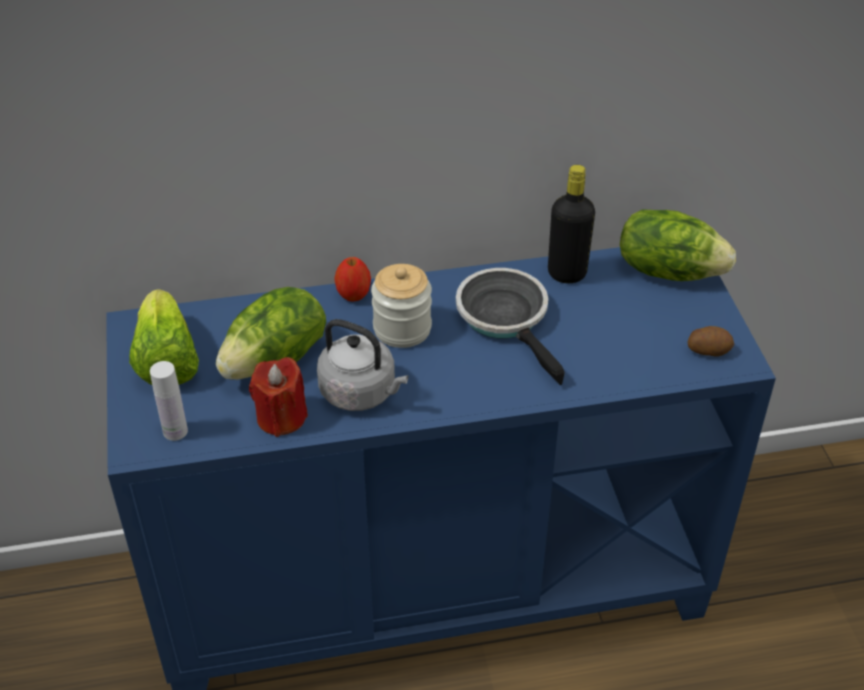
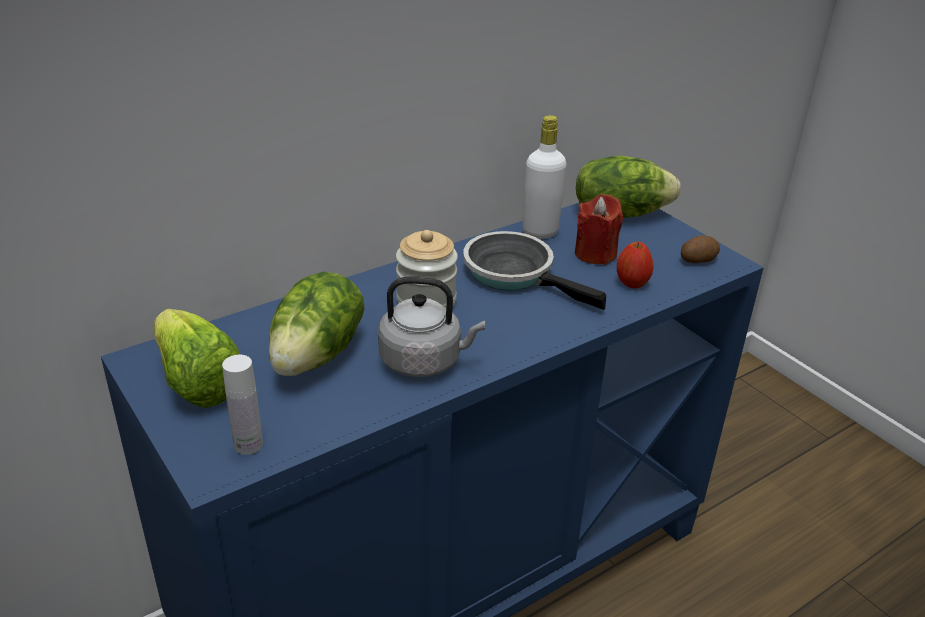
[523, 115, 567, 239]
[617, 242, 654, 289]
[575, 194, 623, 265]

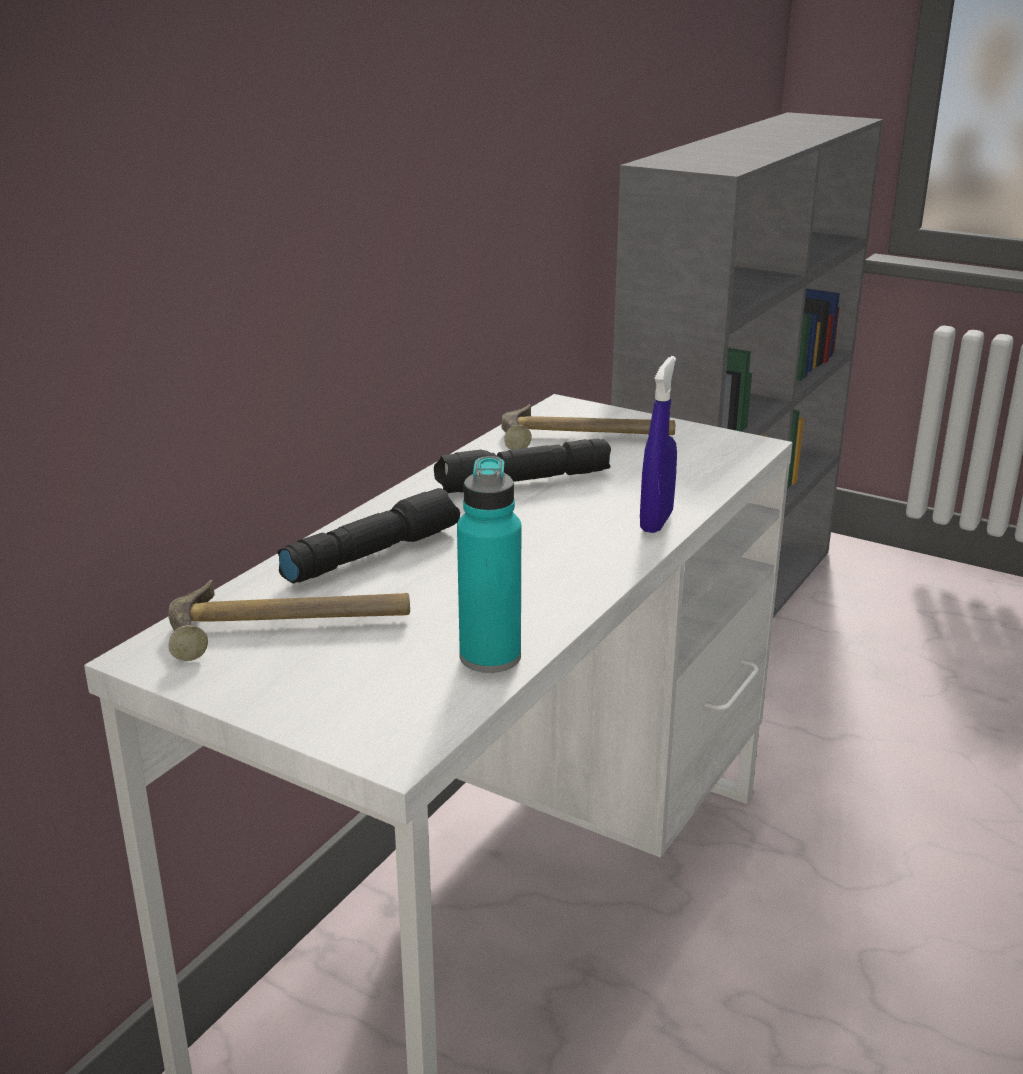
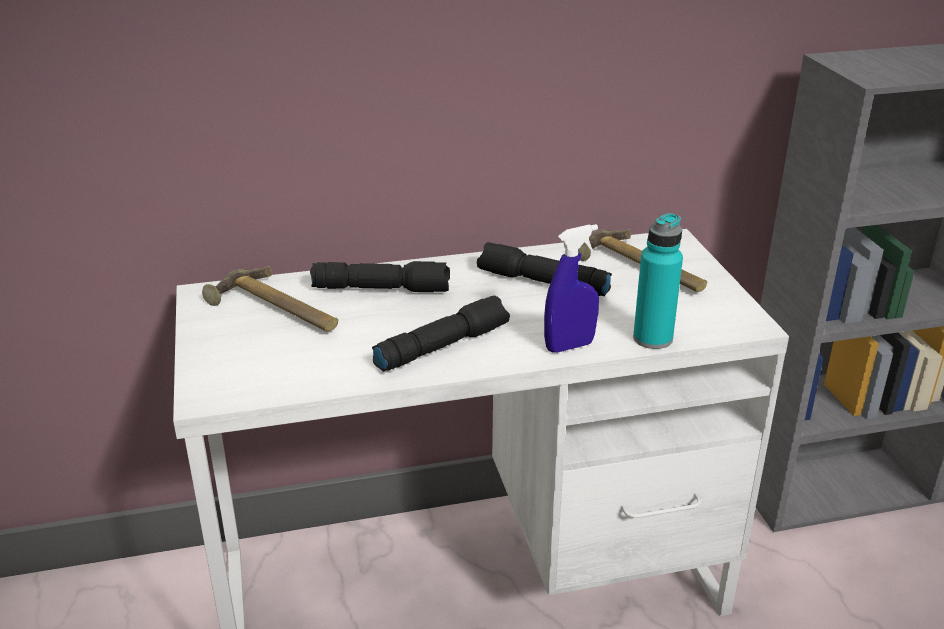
[633, 213, 683, 349]
[372, 296, 510, 372]

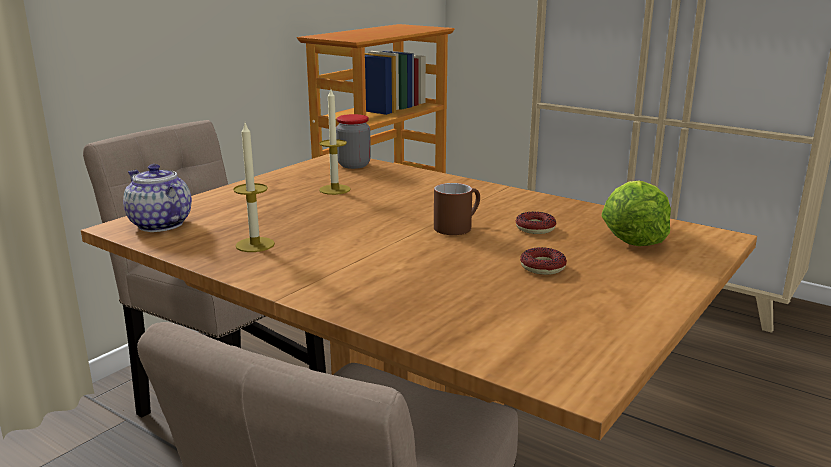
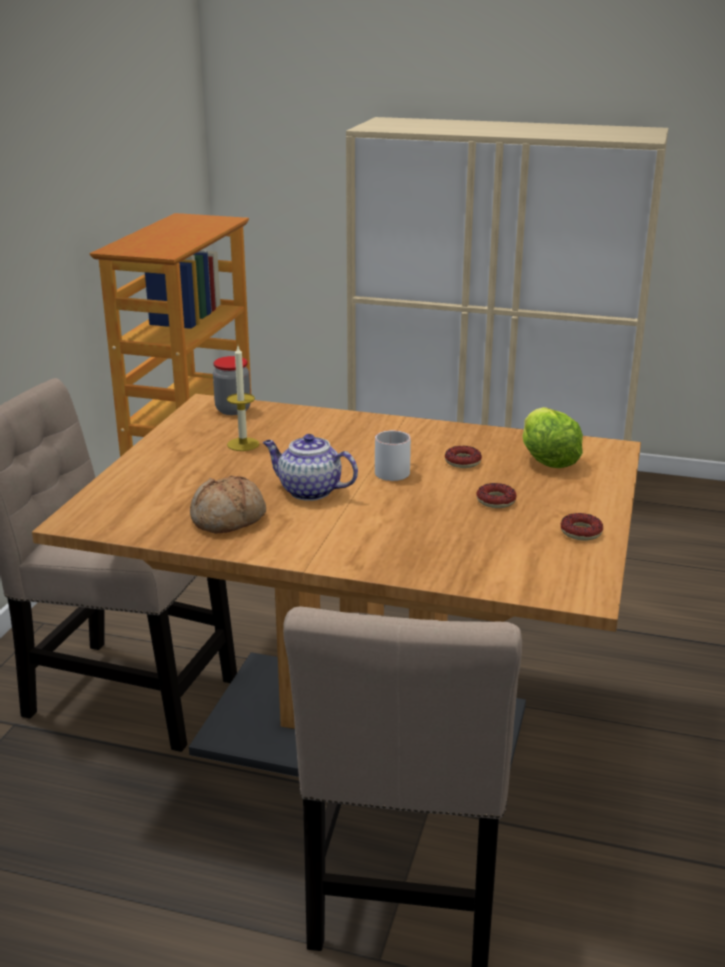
[190, 476, 266, 534]
[263, 434, 358, 501]
[375, 430, 411, 481]
[561, 513, 603, 541]

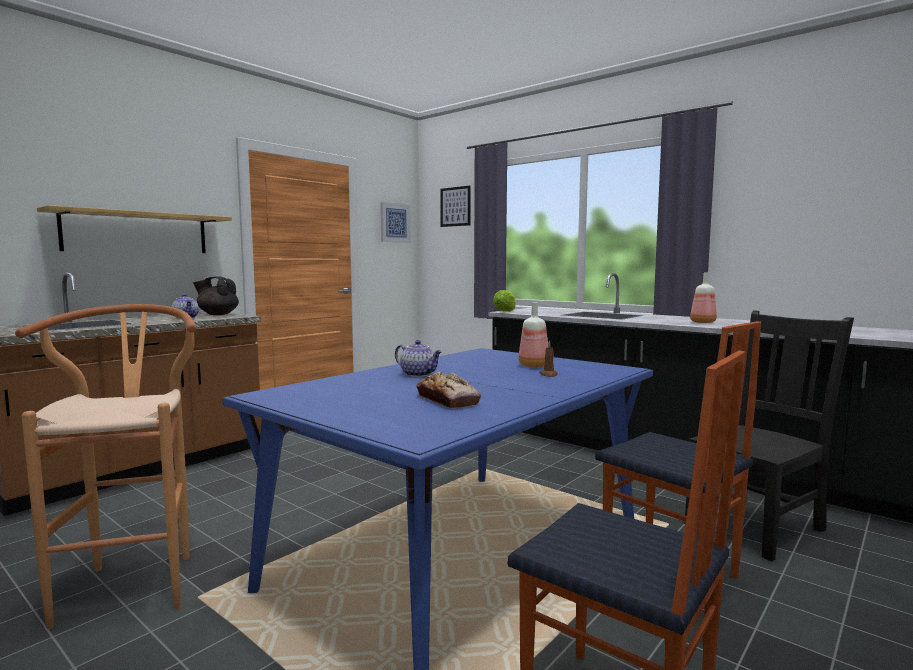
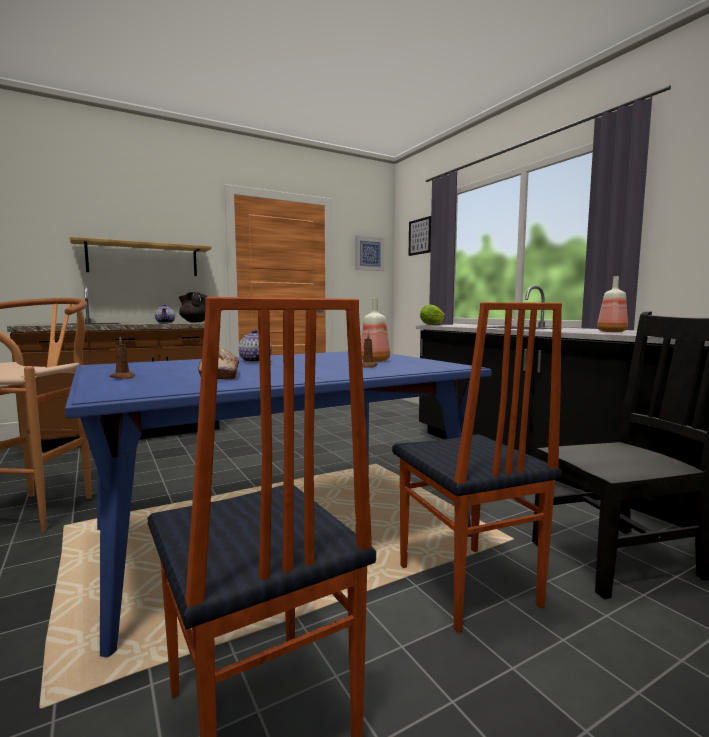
[110, 336, 135, 379]

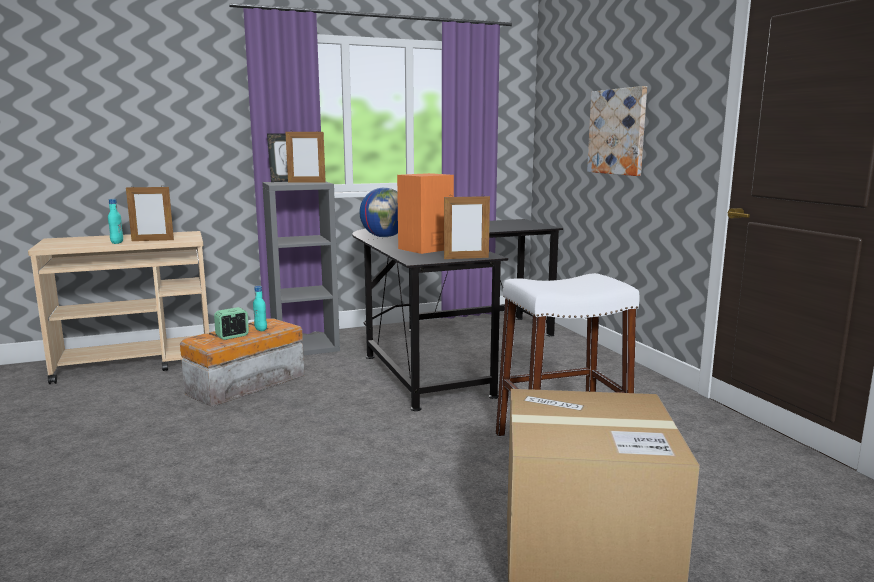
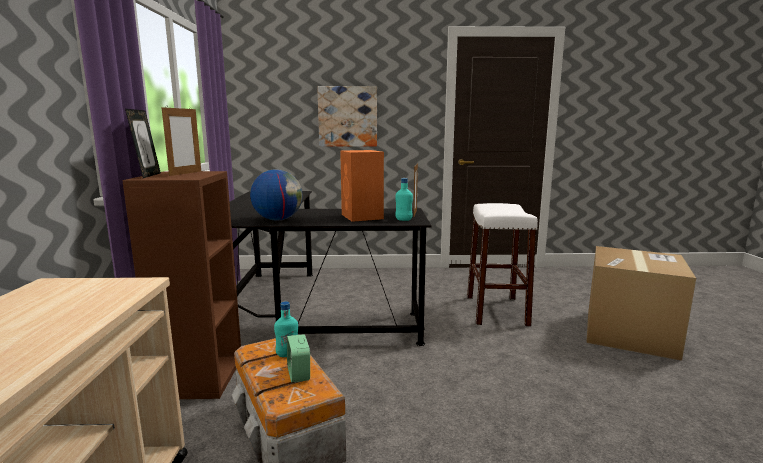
[122, 171, 241, 399]
[126, 185, 174, 241] (first image)
[395, 178, 413, 221]

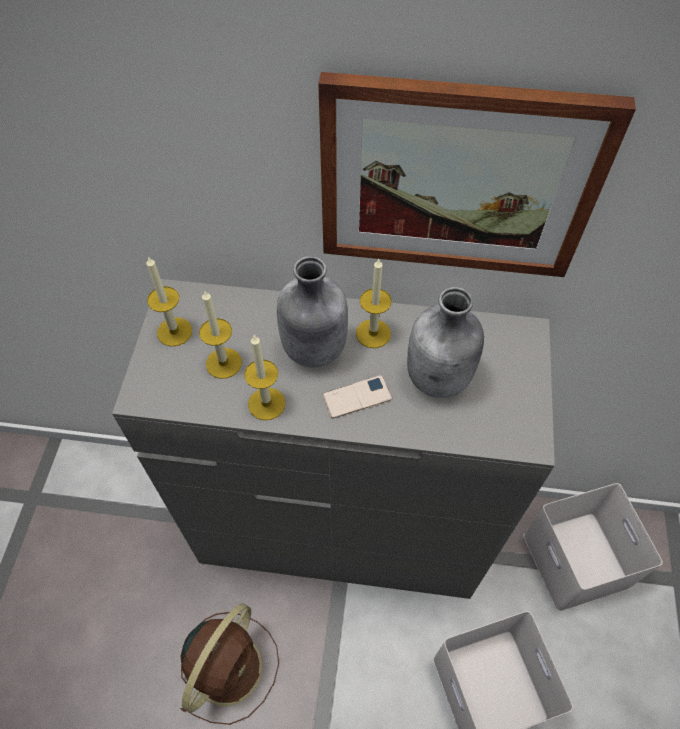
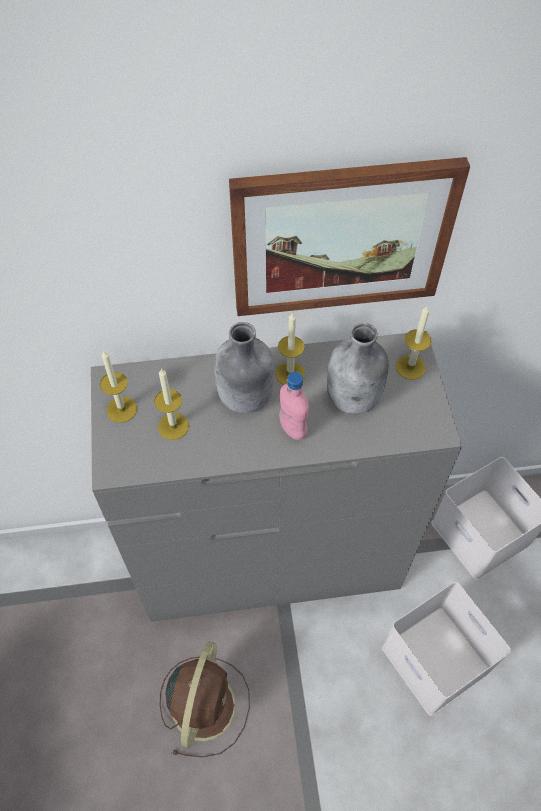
[396, 305, 431, 380]
[279, 372, 309, 440]

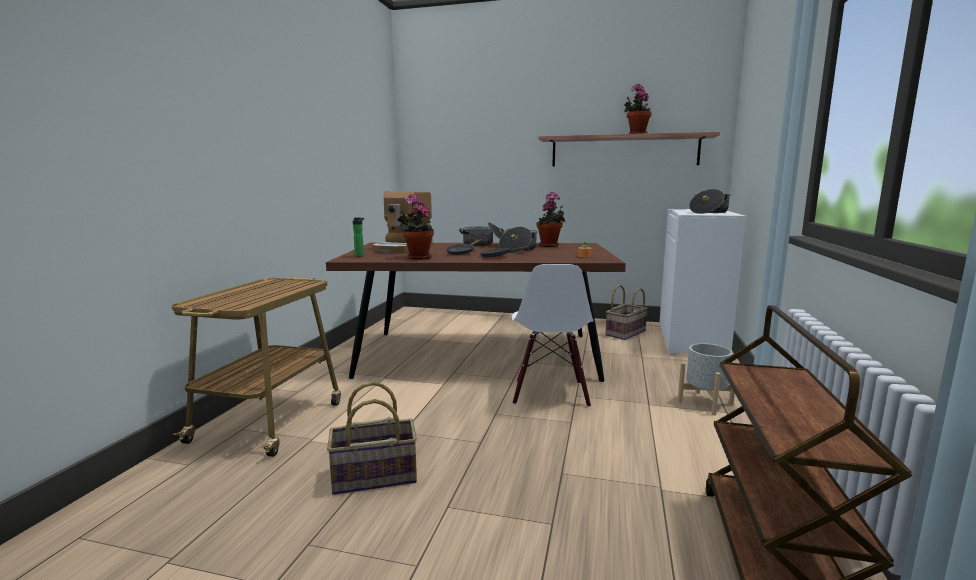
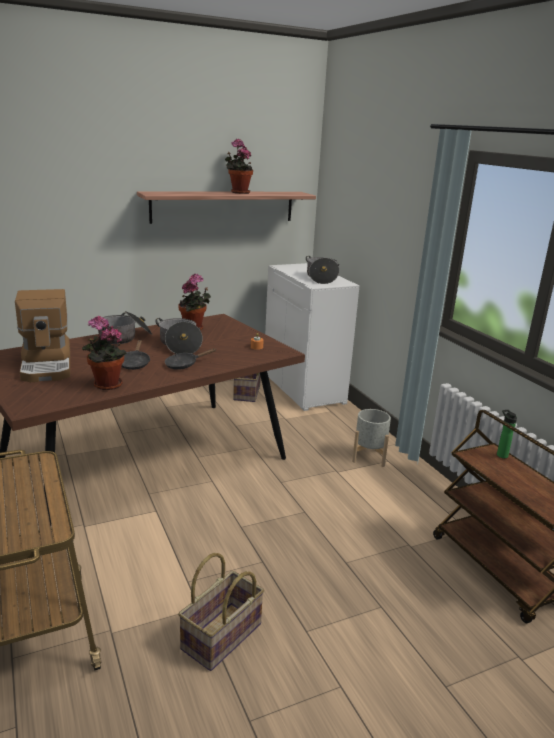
[497, 410, 517, 458]
[512, 264, 594, 407] (first image)

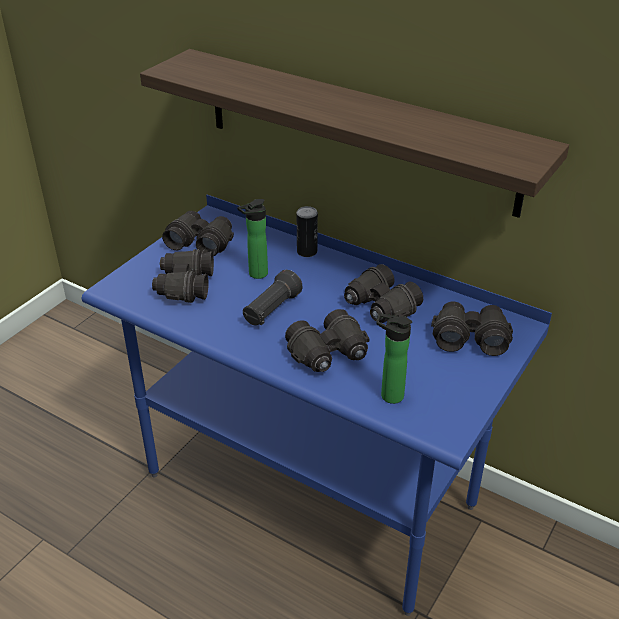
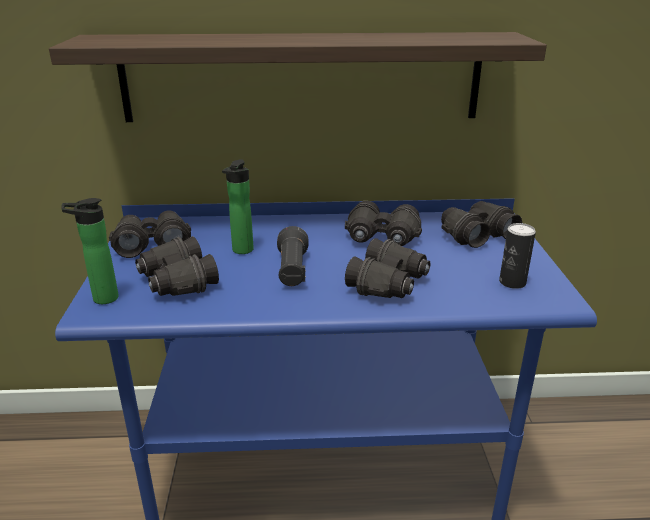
[499, 223, 536, 289]
[61, 198, 119, 304]

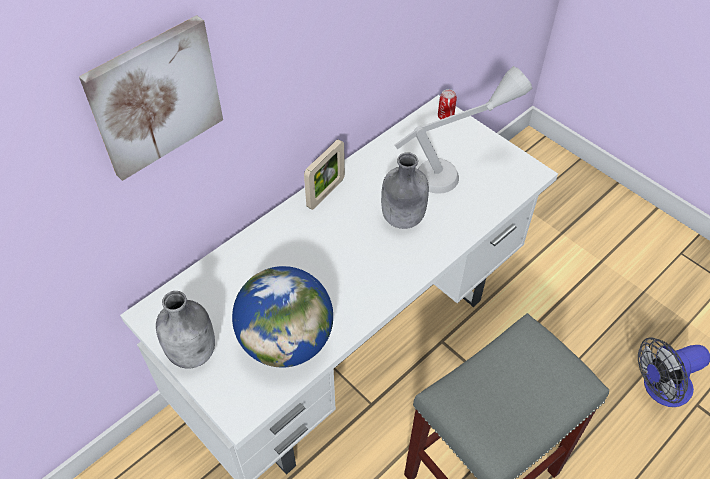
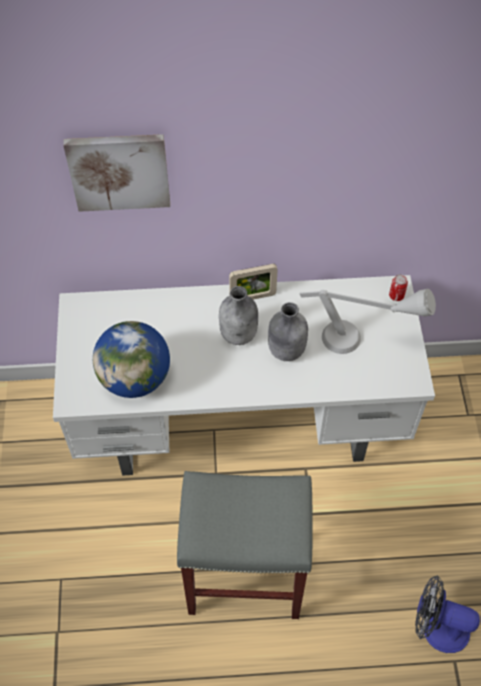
[219, 286, 258, 345]

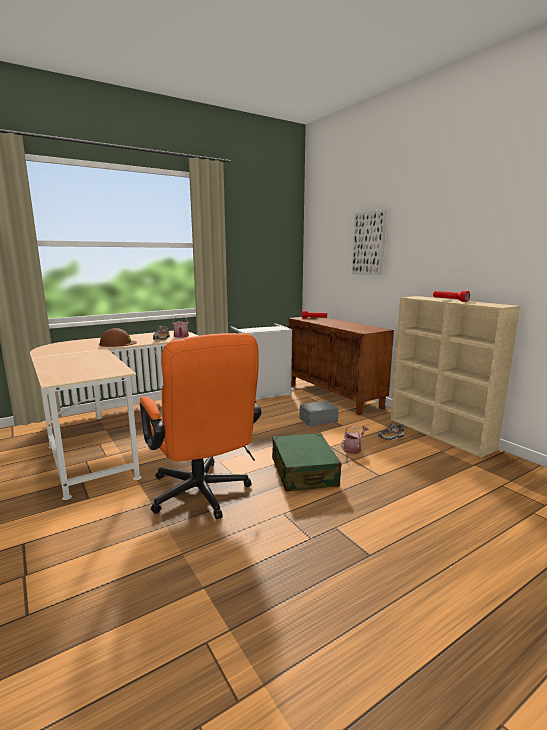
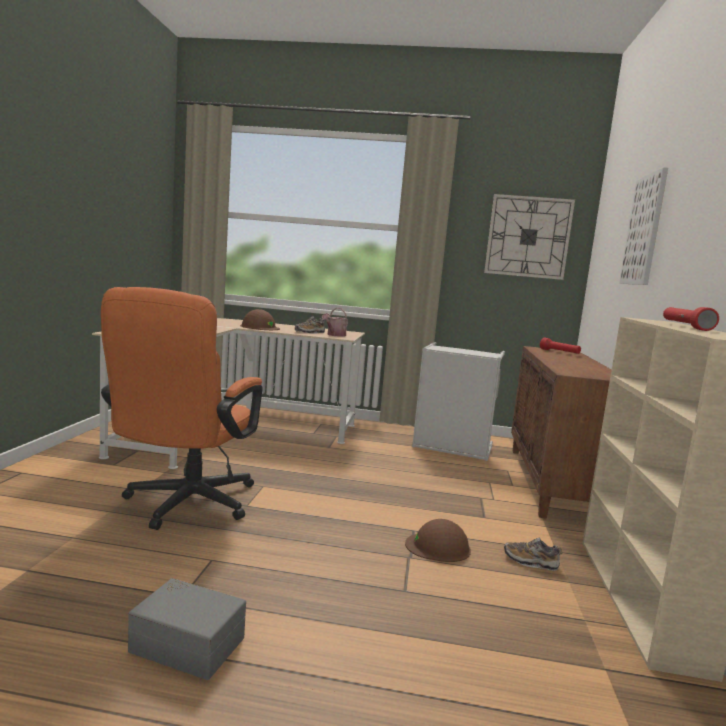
[128, 578, 246, 680]
[405, 519, 471, 562]
[272, 433, 341, 491] (first image)
[484, 194, 575, 280]

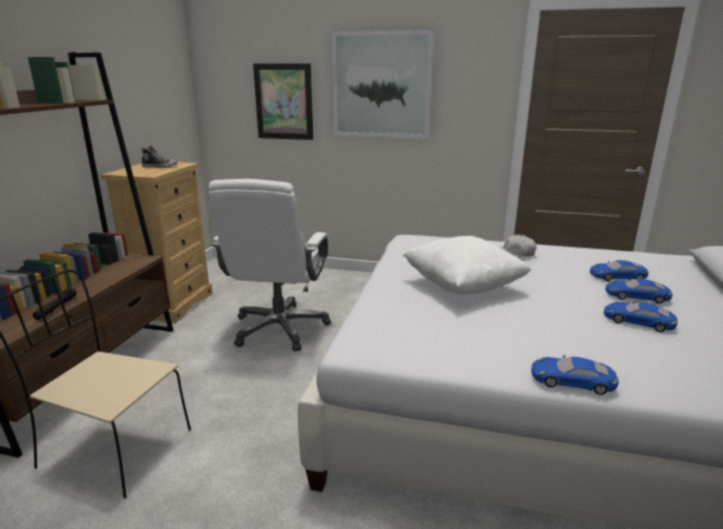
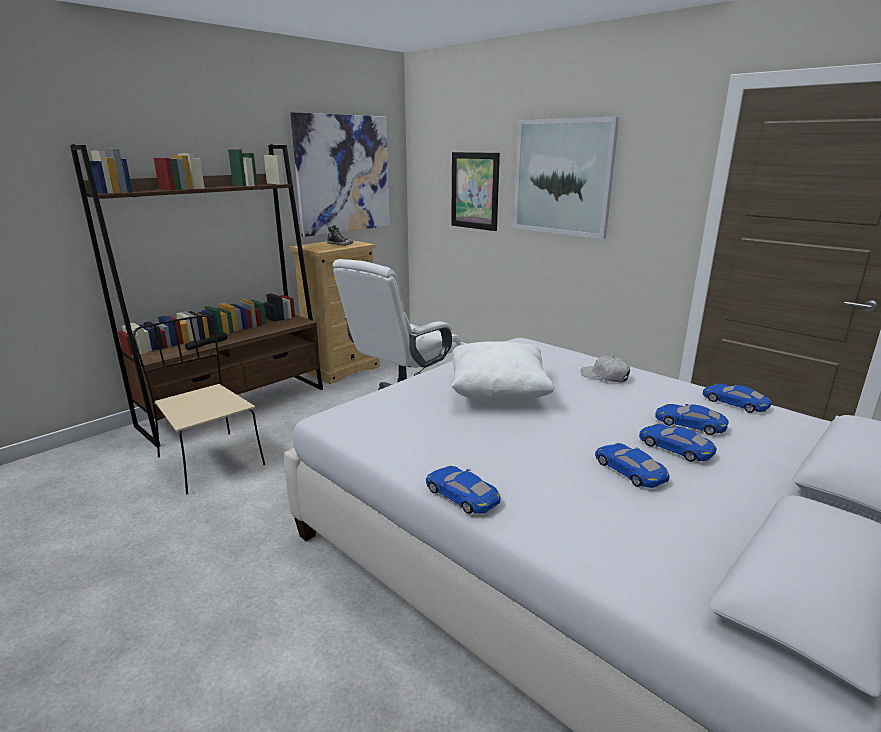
[290, 112, 390, 237]
[703, 384, 771, 413]

